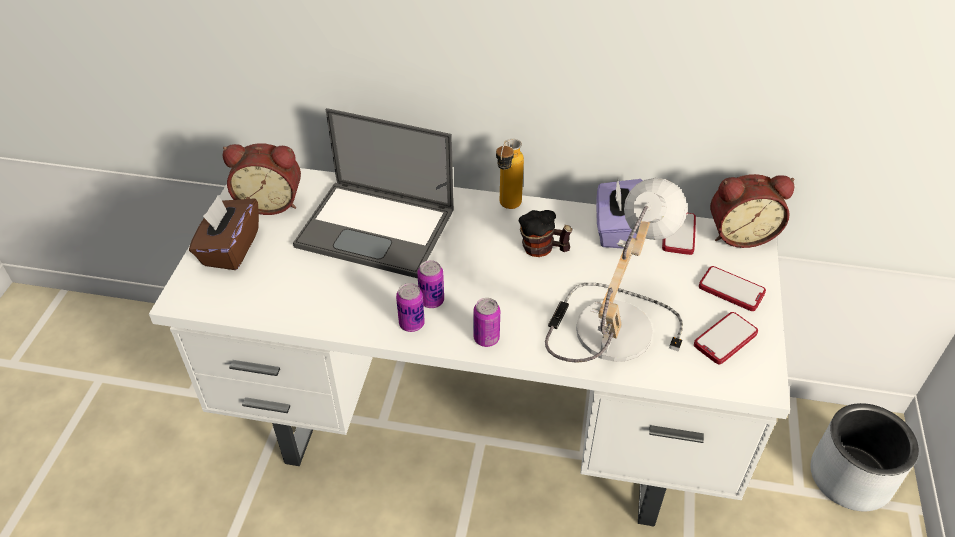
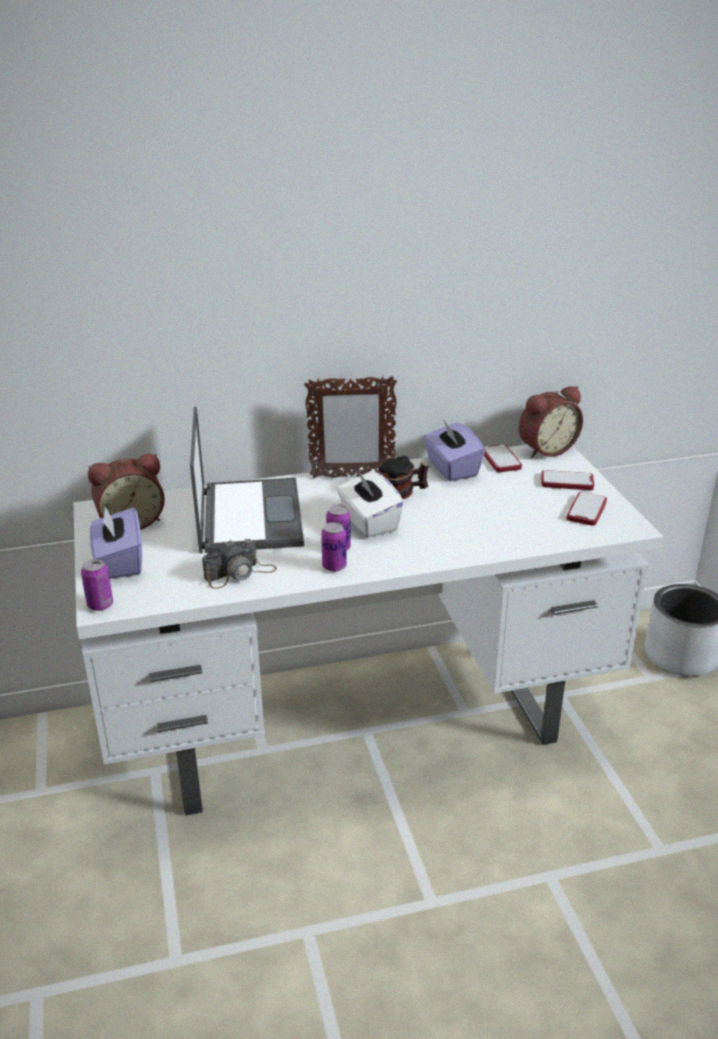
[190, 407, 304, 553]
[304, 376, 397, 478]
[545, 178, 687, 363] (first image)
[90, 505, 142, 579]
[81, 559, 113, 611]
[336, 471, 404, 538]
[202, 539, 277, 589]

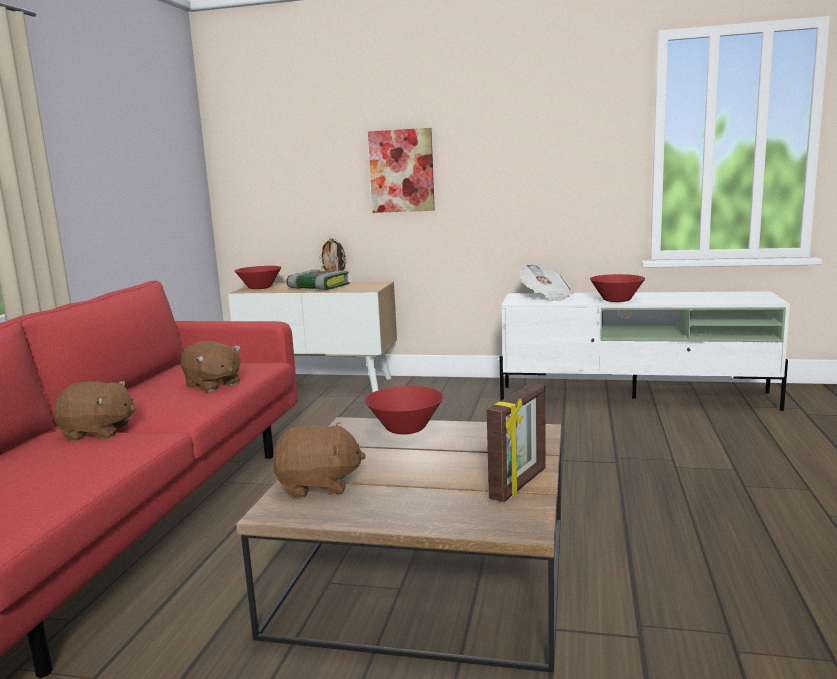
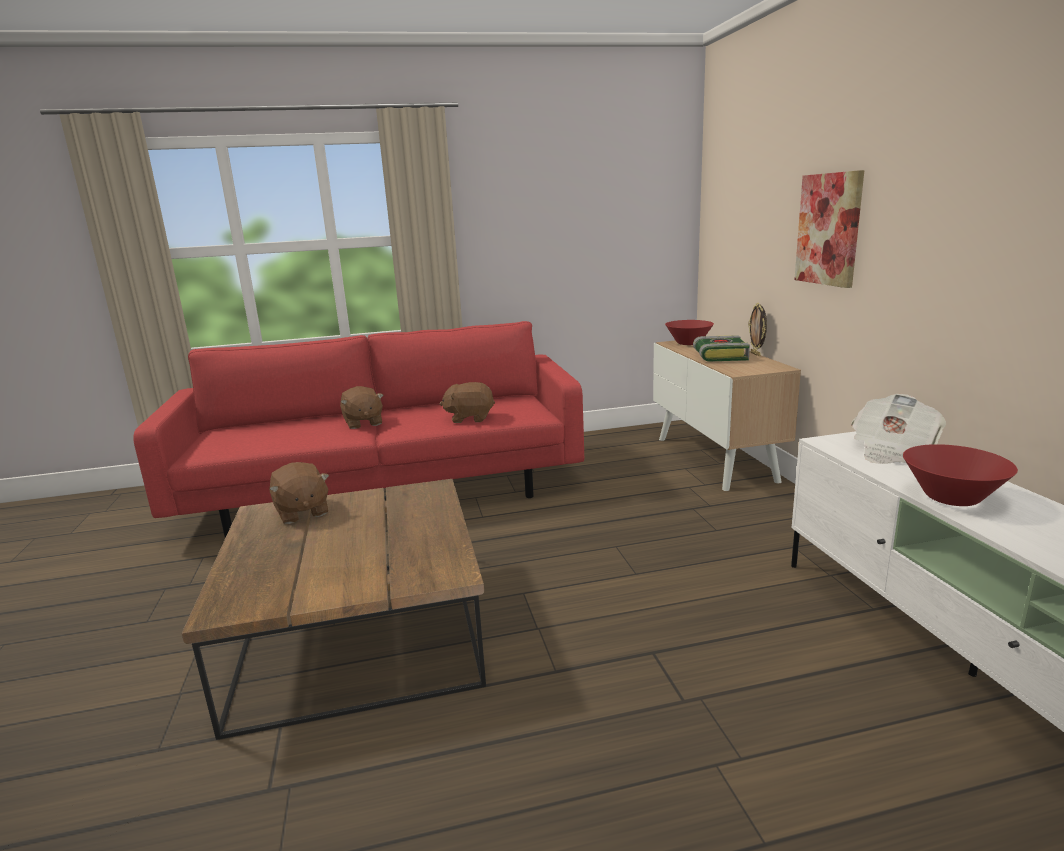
[440, 382, 495, 423]
[487, 383, 546, 502] (first image)
[365, 386, 444, 434] (first image)

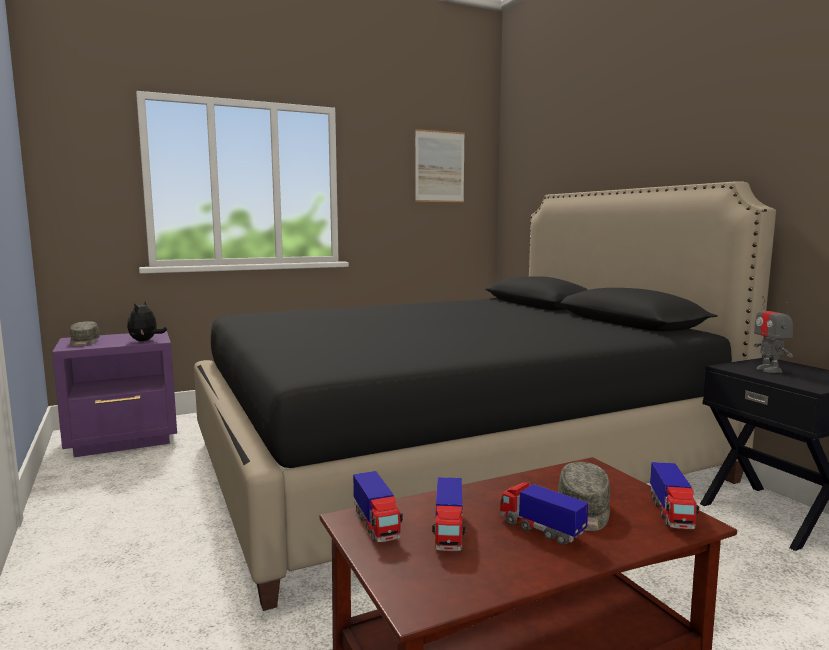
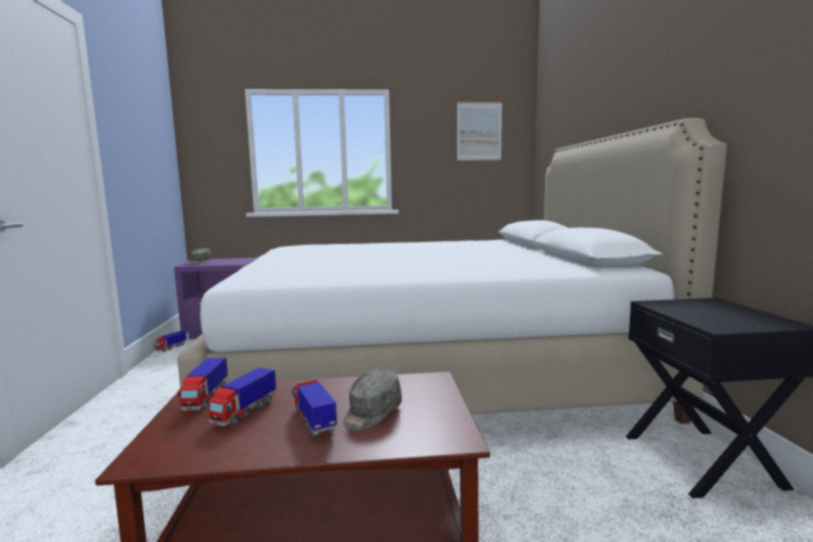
[177, 118, 727, 424]
[754, 296, 793, 373] (first image)
[127, 301, 167, 341] (first image)
[155, 331, 187, 352]

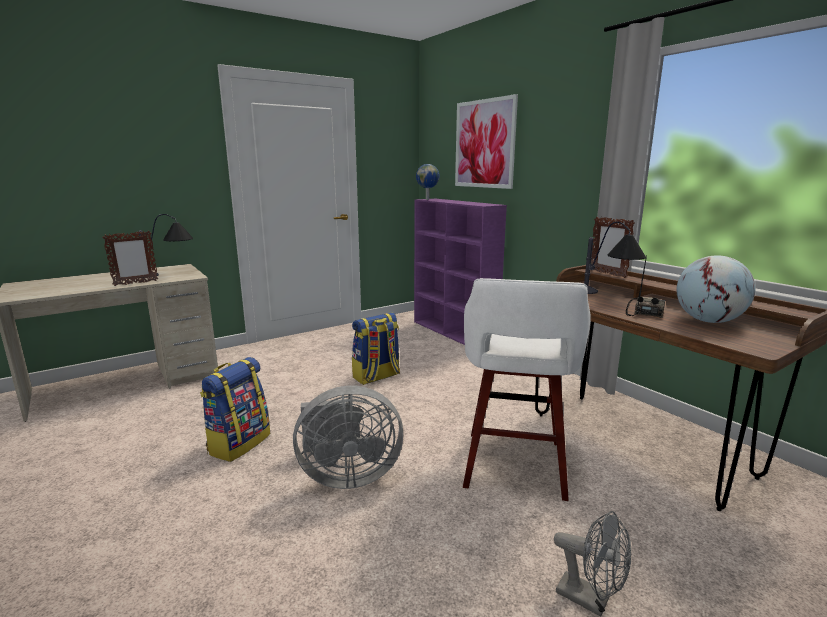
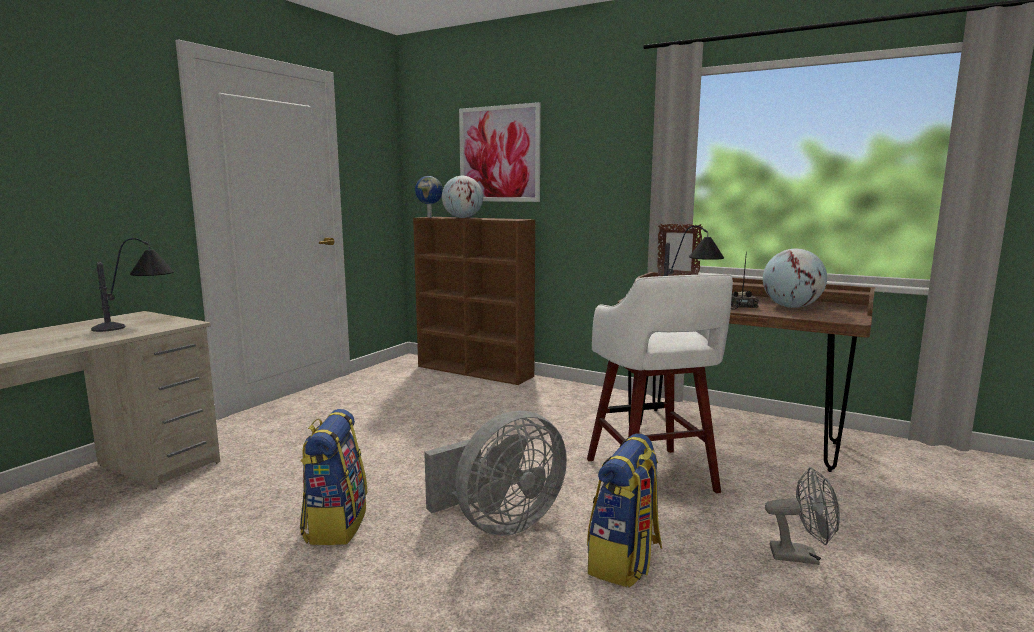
[413, 217, 535, 385]
[102, 231, 158, 286] (first image)
[587, 433, 662, 587]
[442, 176, 483, 218]

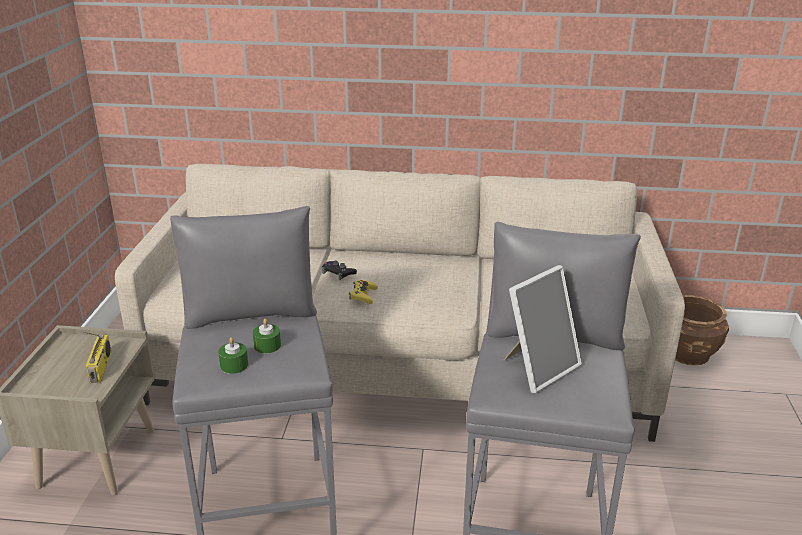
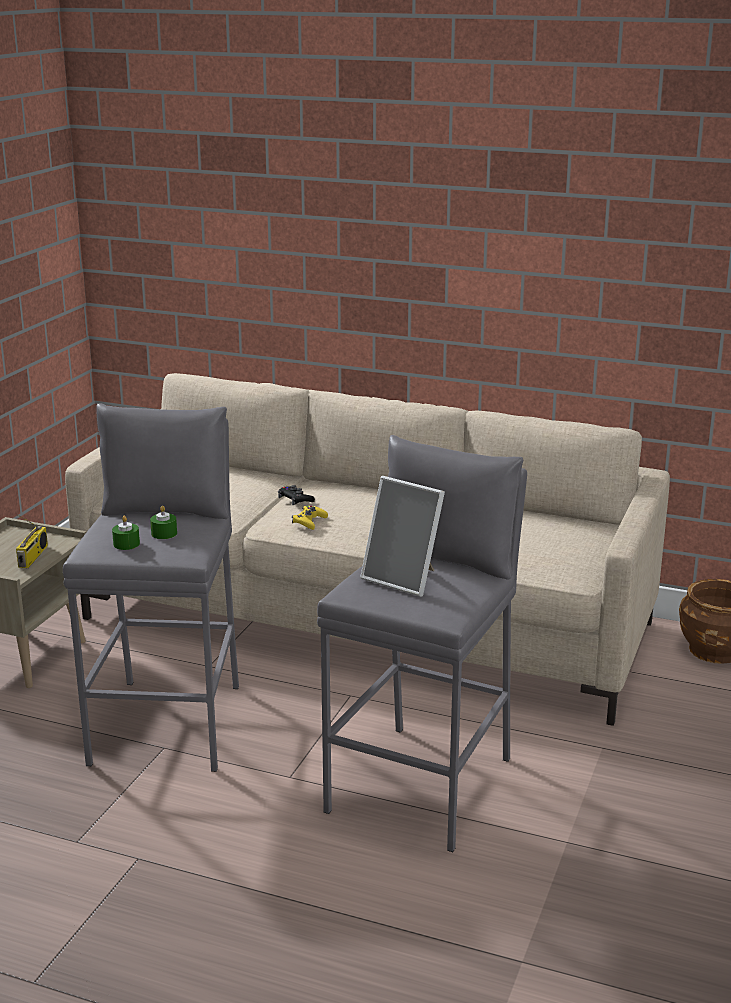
[360, 476, 445, 597]

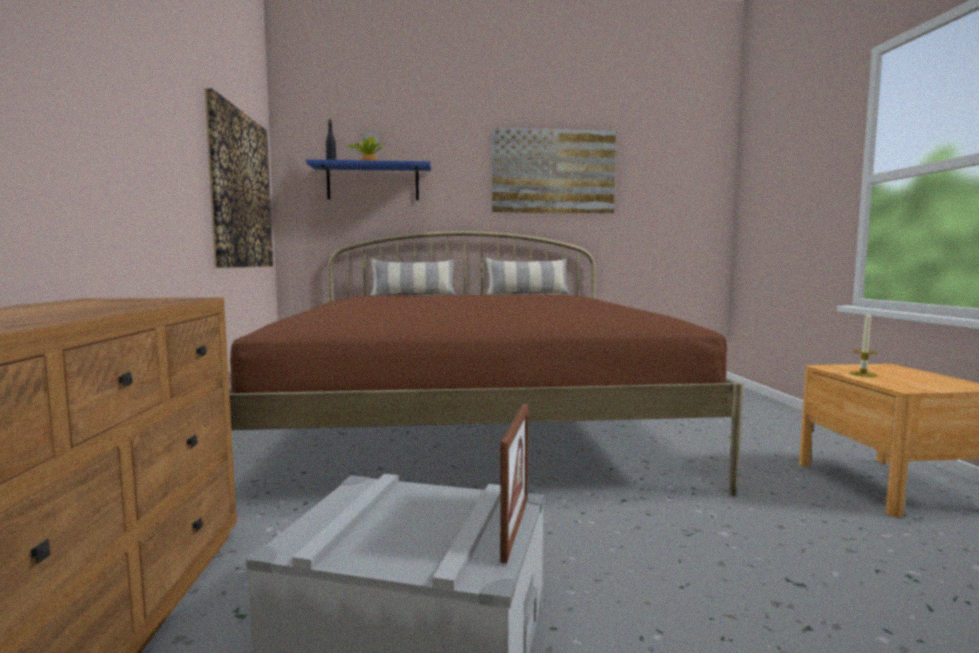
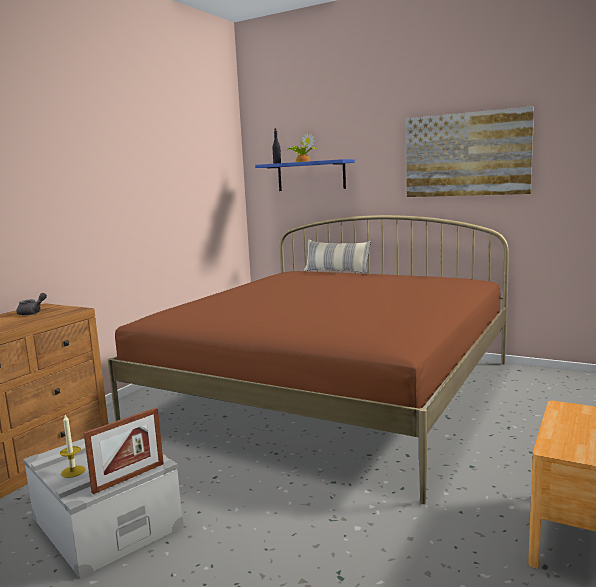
[205, 88, 273, 268] (first image)
[486, 258, 569, 295] (first image)
[60, 415, 85, 478]
[16, 293, 47, 316]

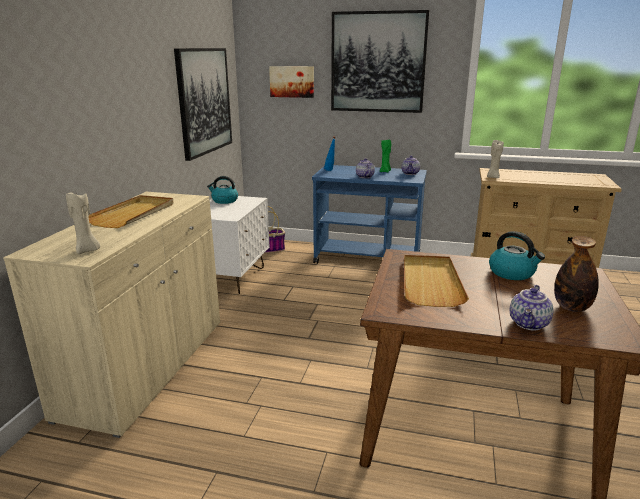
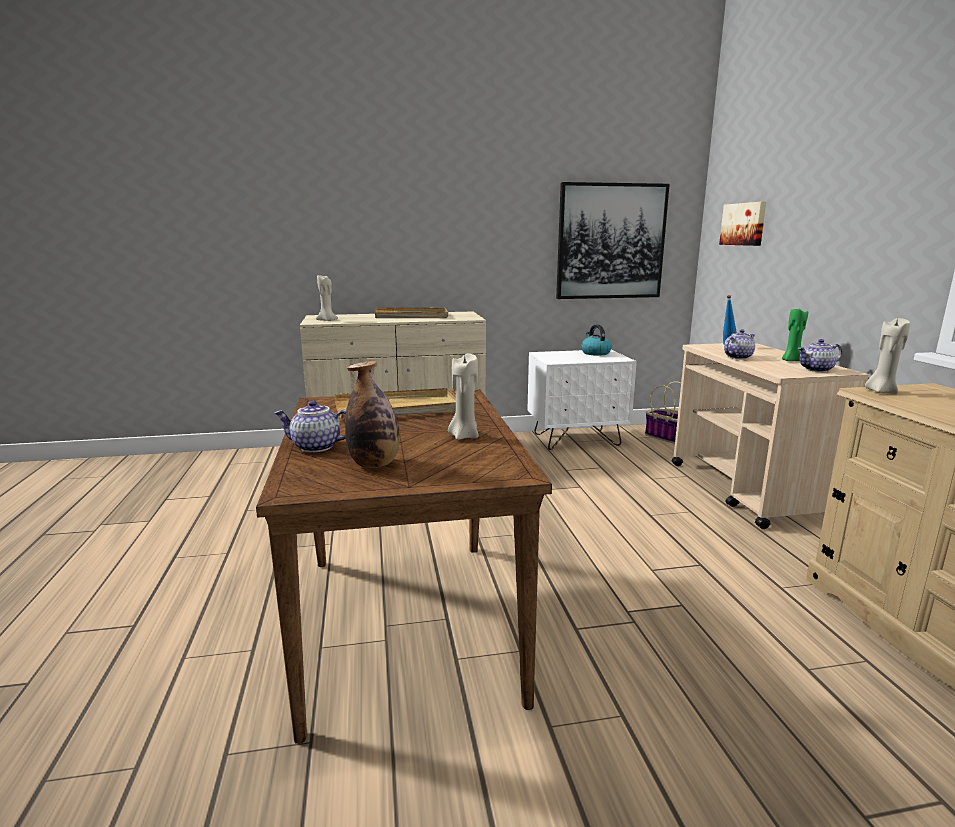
[331, 10, 430, 113] (first image)
[671, 343, 869, 529]
[448, 354, 479, 440]

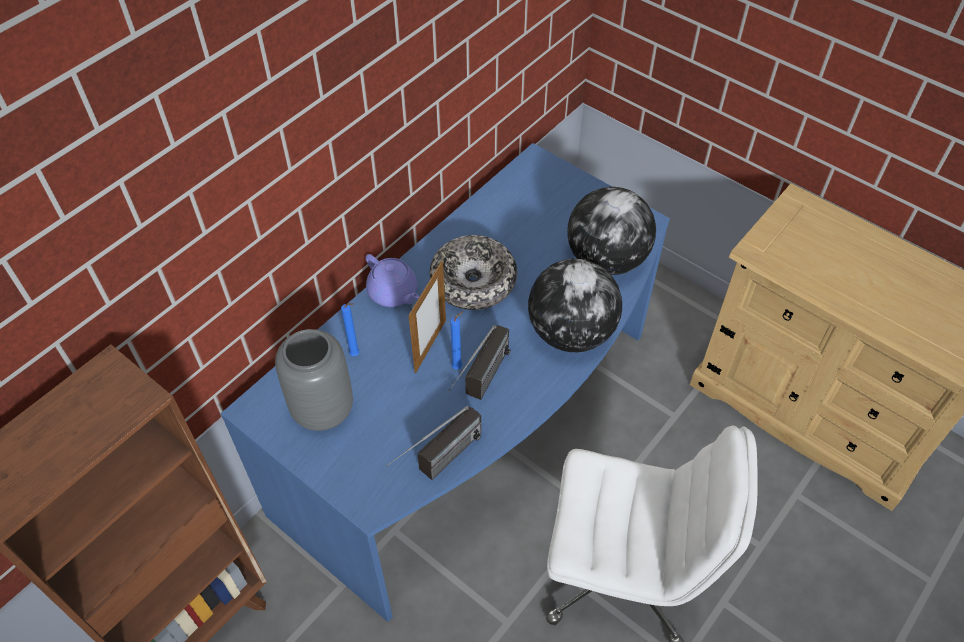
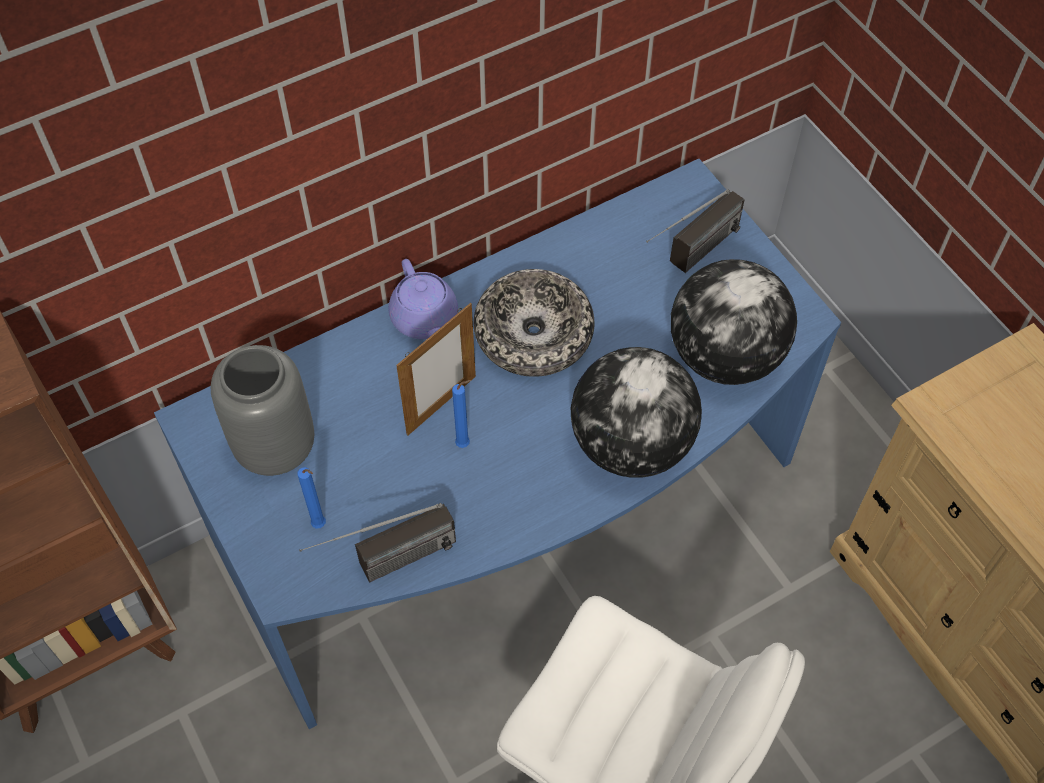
[298, 467, 326, 529]
[646, 189, 745, 273]

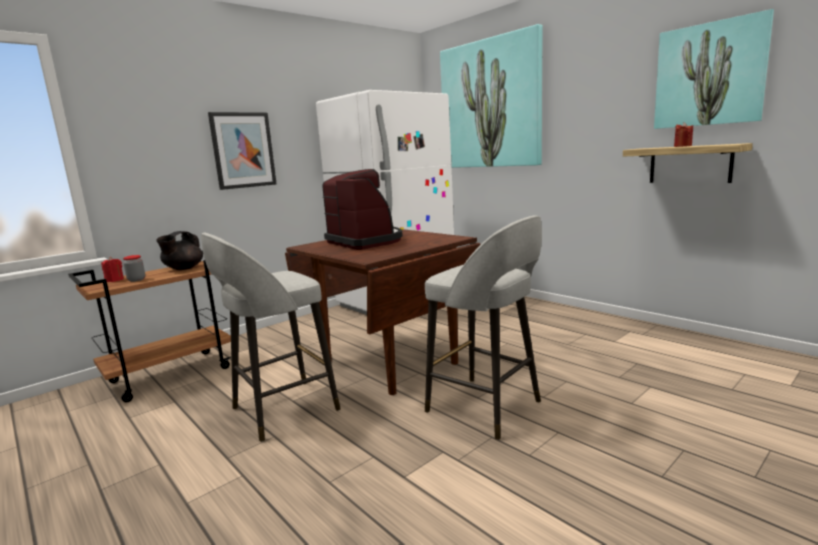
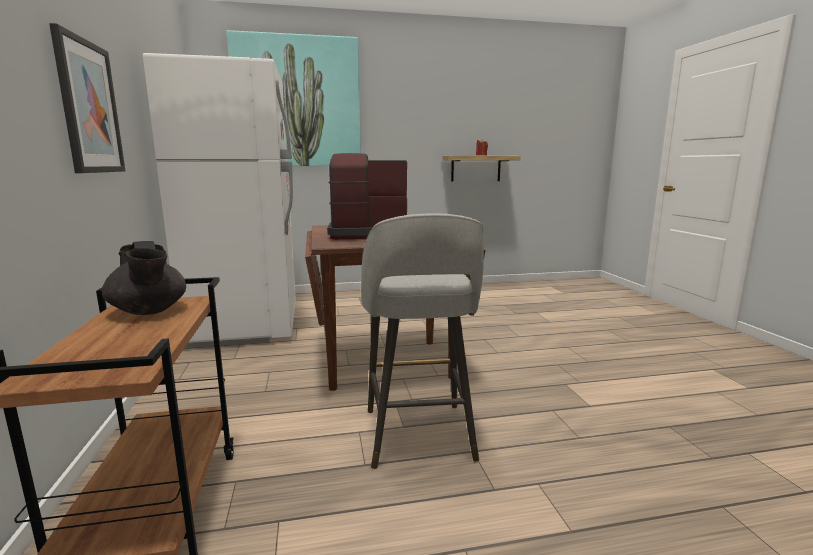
[654, 9, 774, 129] (first image)
[425, 215, 542, 440] (first image)
[123, 255, 145, 282] (first image)
[101, 257, 124, 282] (first image)

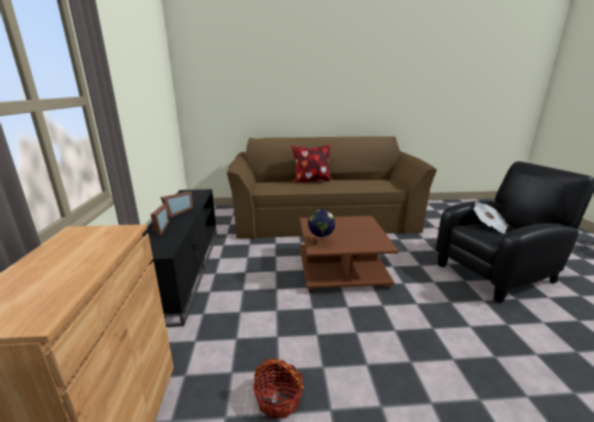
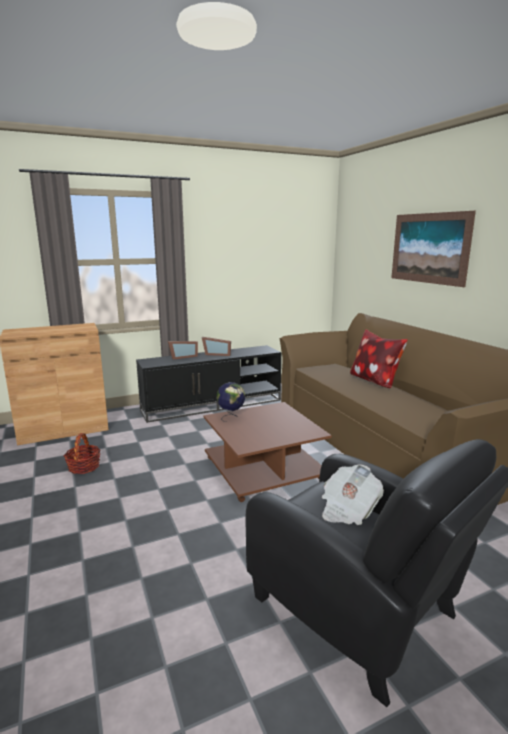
[391, 211, 476, 287]

